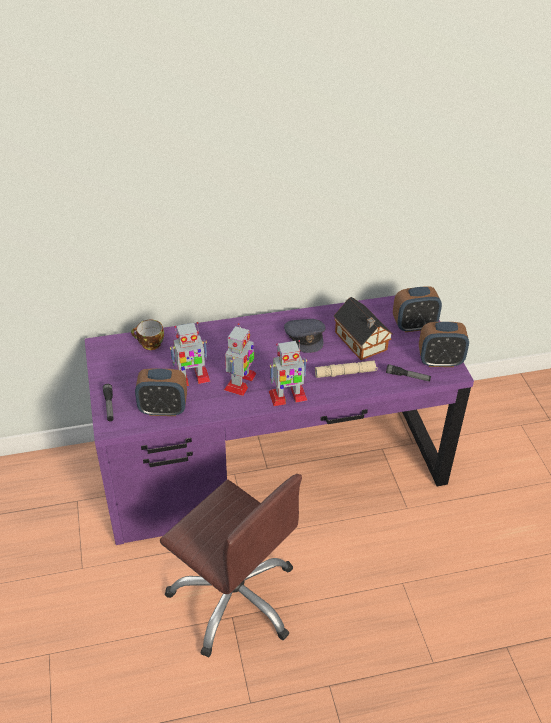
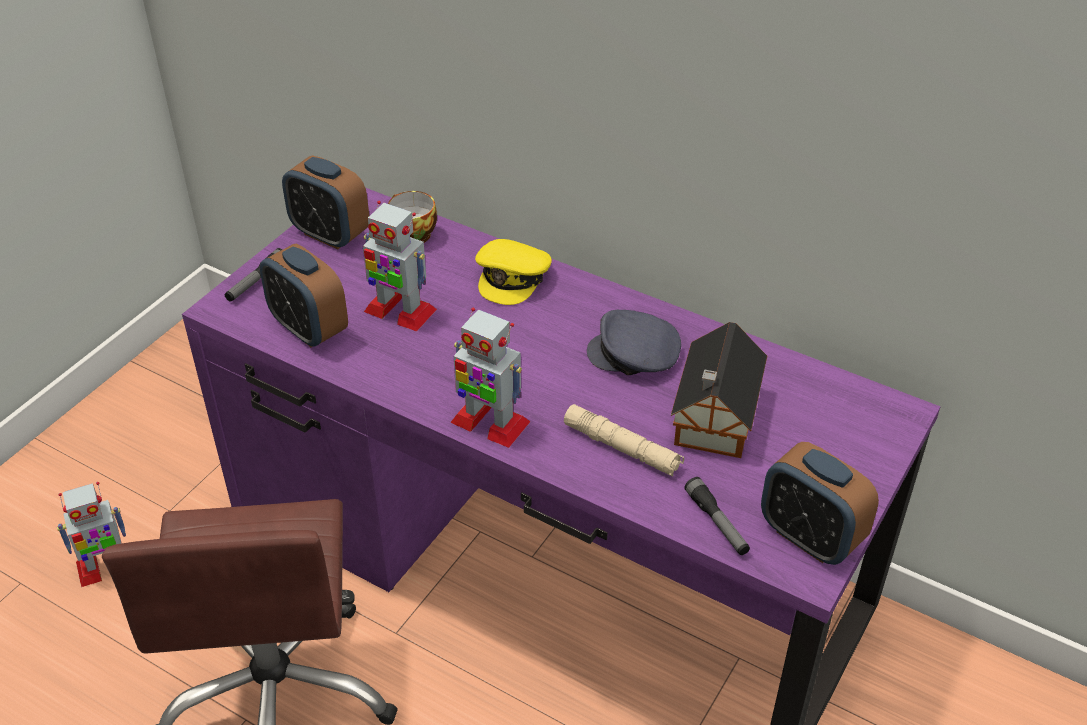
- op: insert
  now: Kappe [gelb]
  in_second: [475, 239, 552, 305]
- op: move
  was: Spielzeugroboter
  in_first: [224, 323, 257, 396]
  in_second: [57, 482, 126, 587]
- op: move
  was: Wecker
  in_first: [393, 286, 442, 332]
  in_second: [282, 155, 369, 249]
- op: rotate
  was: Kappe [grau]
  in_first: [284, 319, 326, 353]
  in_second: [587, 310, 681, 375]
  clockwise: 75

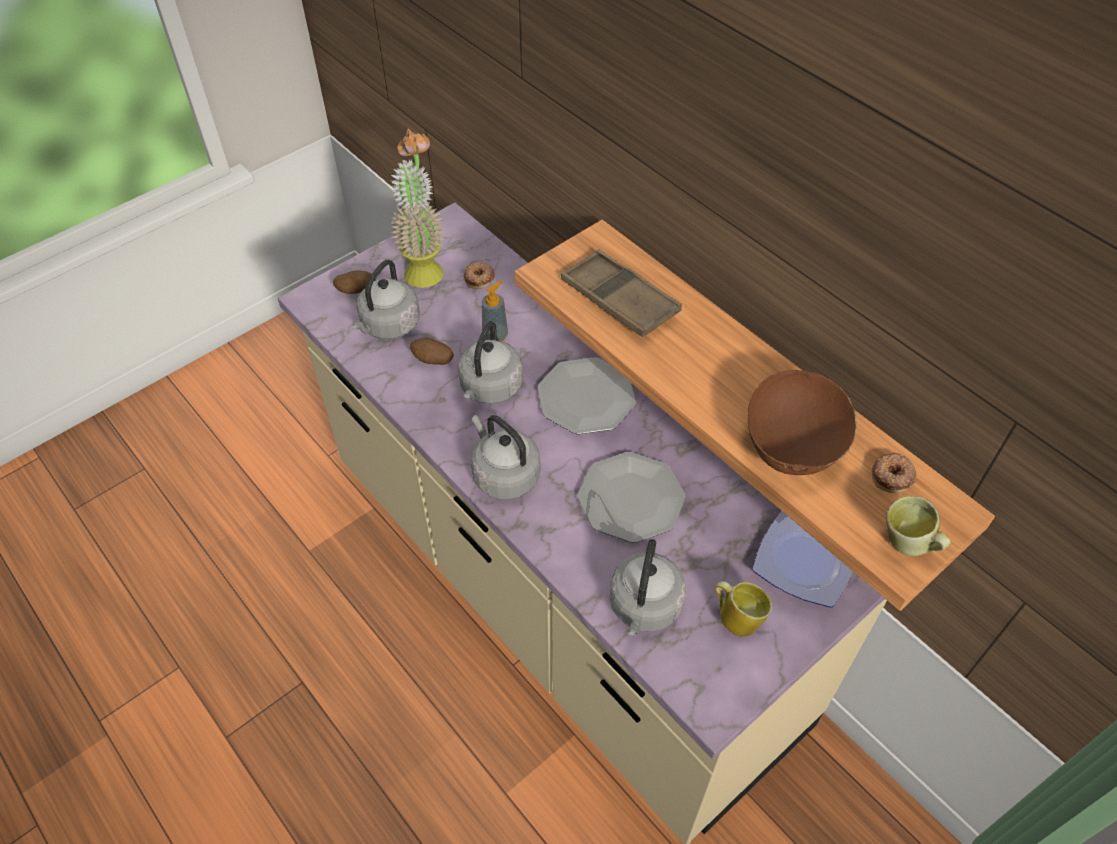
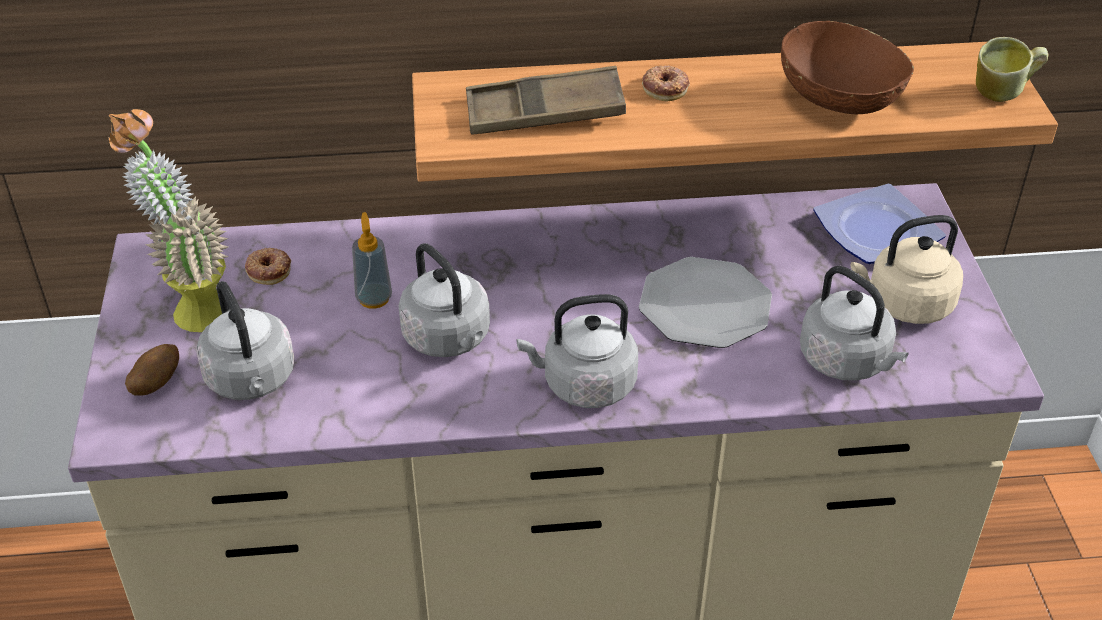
- op: delete
  was: Kartoffel
  in_first: [410, 338, 454, 365]
- op: delete
  was: Teller
  in_first: [537, 358, 636, 434]
- op: move
  was: Donut
  in_first: [872, 453, 916, 493]
  in_second: [642, 65, 690, 101]
- op: replace
  was: Henkelbecher
  now: Wasserkessel [beige]
  in_first: [715, 581, 772, 636]
  in_second: [851, 215, 963, 324]

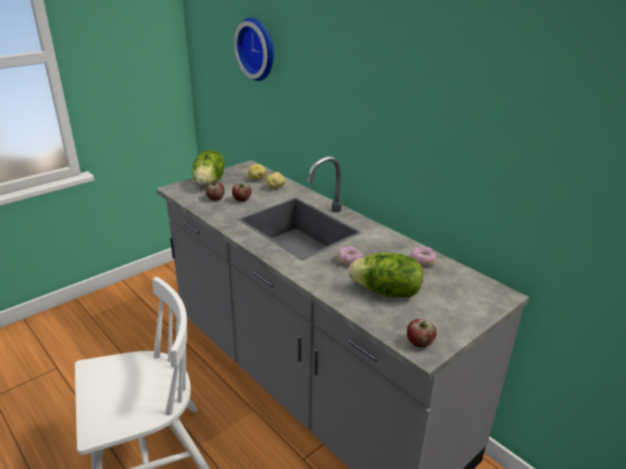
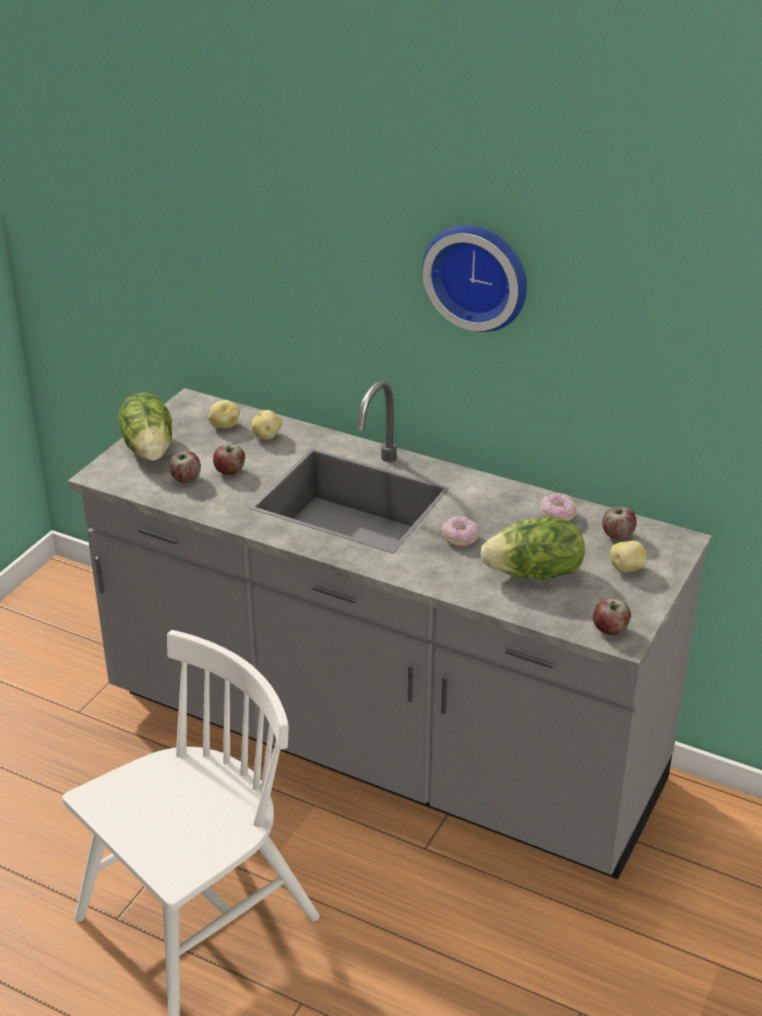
- op: insert
  now: Apfel
  in_second: [602, 507, 637, 540]
- op: insert
  now: Kartoffel
  in_second: [610, 540, 647, 572]
- op: move
  was: Wanduhr
  in_first: [234, 18, 274, 81]
  in_second: [422, 225, 527, 332]

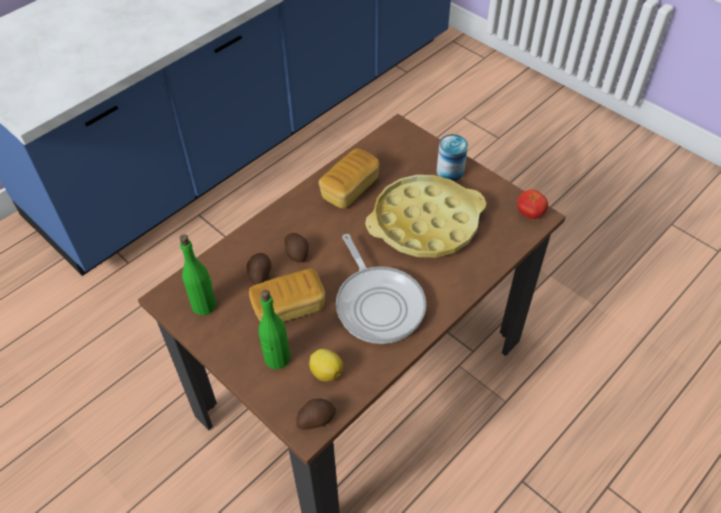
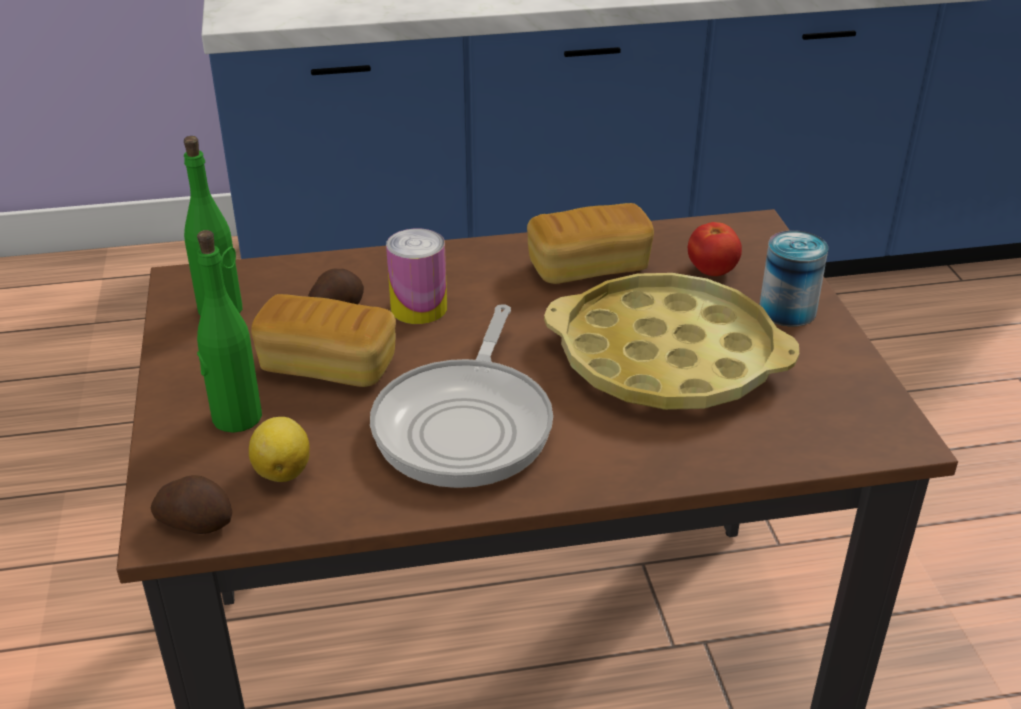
- op: move
  was: Tomate
  in_first: [517, 189, 548, 219]
  in_second: [688, 222, 742, 276]
- op: replace
  was: Kartoffel
  now: Dose
  in_first: [284, 233, 309, 263]
  in_second: [386, 228, 447, 324]

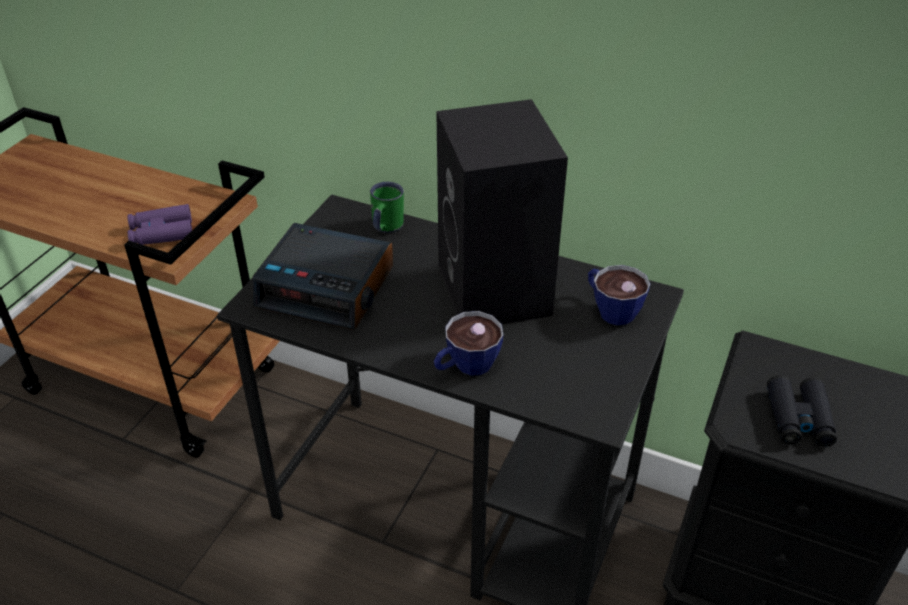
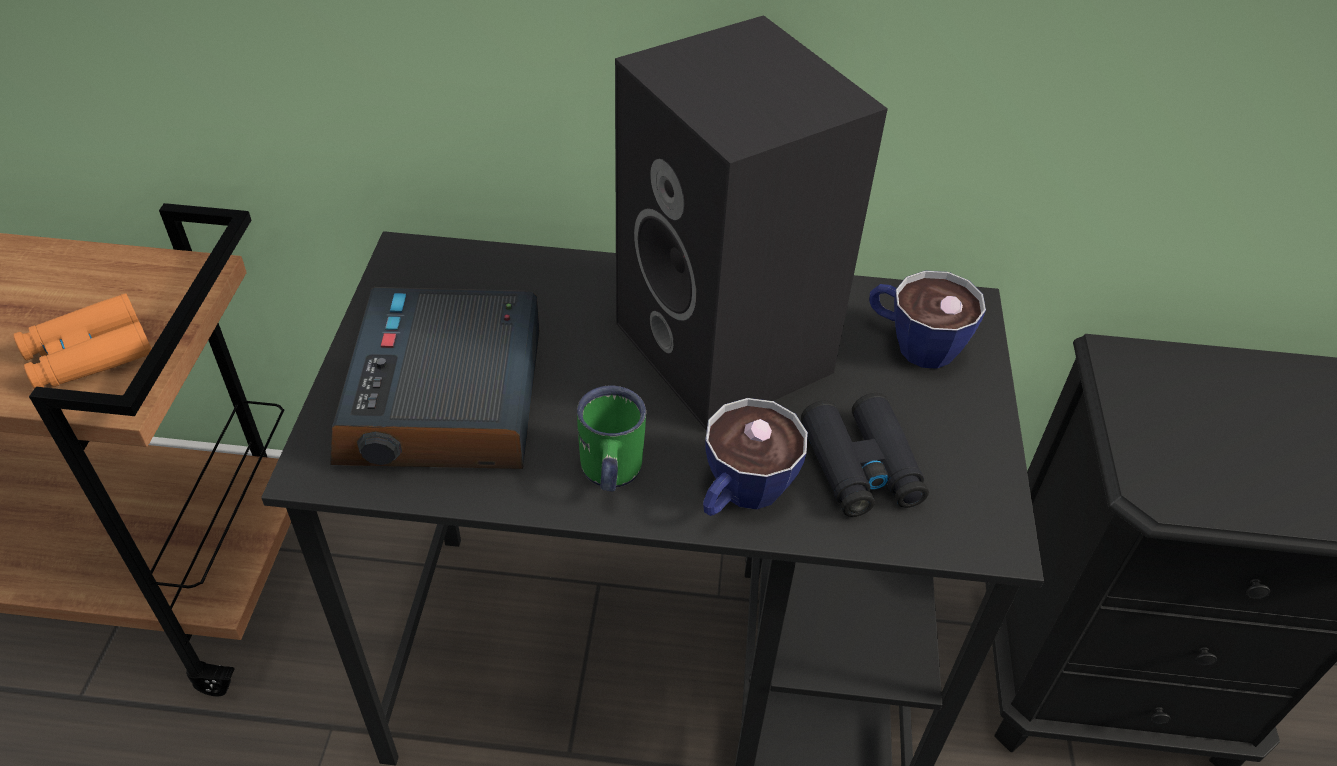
- op: move
  was: Henkelbecher [grün]
  in_first: [370, 182, 404, 233]
  in_second: [577, 386, 646, 491]
- op: move
  was: Fernglas [schwarz]
  in_first: [767, 375, 837, 447]
  in_second: [801, 393, 929, 517]
- op: recolor
  was: Fernglas [lila]
  now: Fernglas [orange]
  in_first: [127, 204, 192, 245]
  in_second: [13, 293, 151, 389]
- op: rotate
  was: Wecker
  in_first: [252, 223, 393, 330]
  in_second: [330, 287, 539, 469]
  clockwise: 90

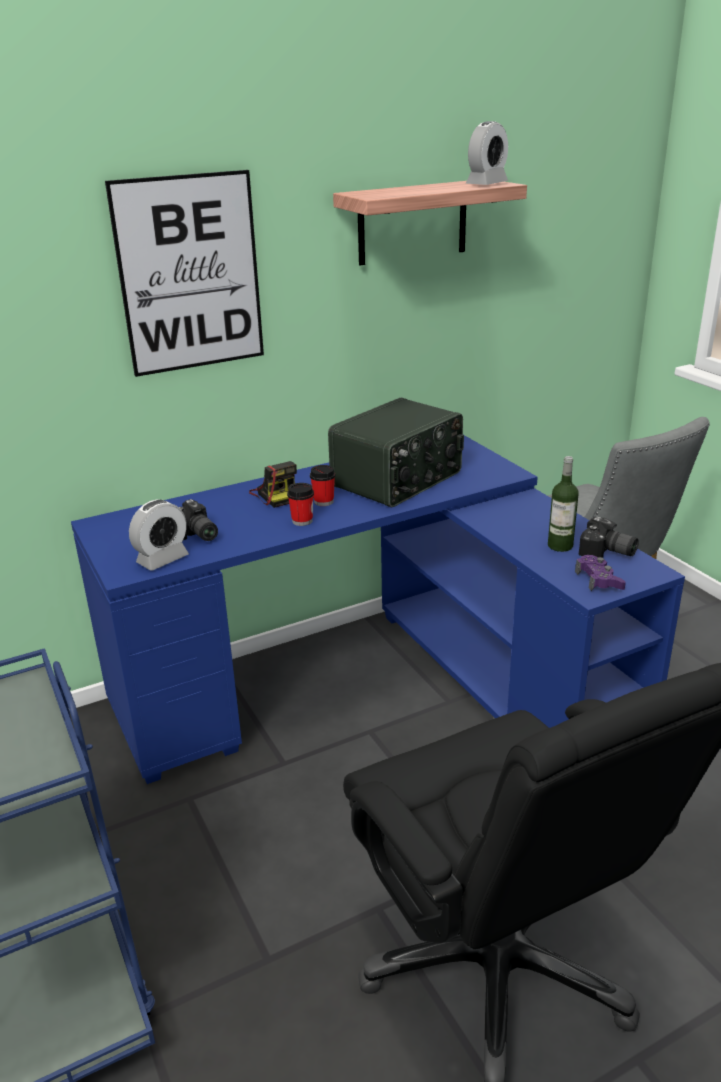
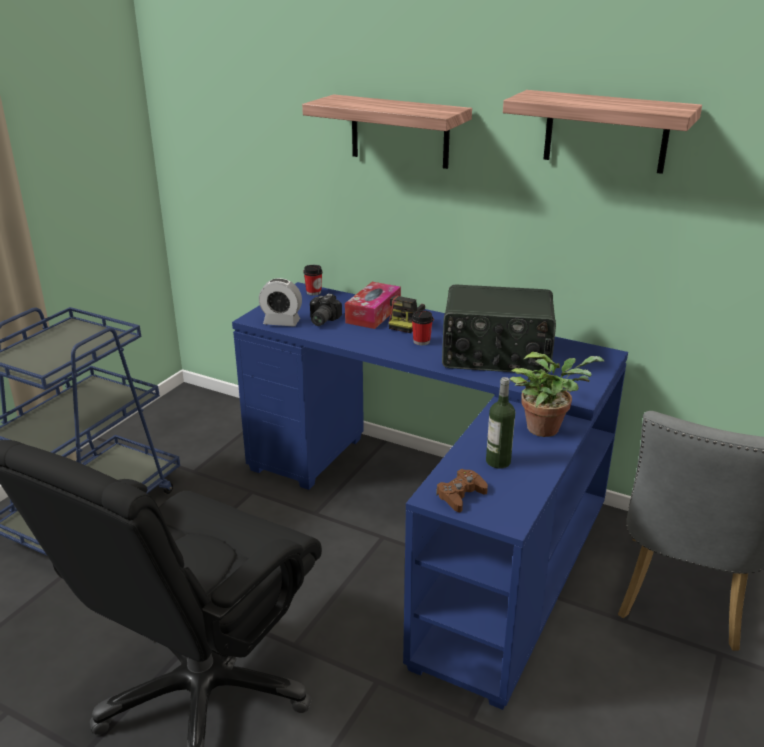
- op: delete
  was: Wecker
  in_first: [466, 121, 508, 185]
- op: delete
  was: Kamera
  in_first: [579, 517, 639, 558]
- op: insert
  now: Taschentuchbox
  in_second: [345, 282, 401, 329]
- op: insert
  now: Topfpflanze
  in_second: [509, 352, 605, 437]
- op: move
  was: Tasse
  in_first: [287, 483, 314, 526]
  in_second: [303, 265, 323, 296]
- op: replace
  was: Bild
  now: Wandregal
  in_first: [105, 170, 264, 377]
  in_second: [302, 94, 472, 169]
- op: recolor
  was: Gamepad [lila]
  now: Gamepad [braun]
  in_first: [575, 555, 626, 591]
  in_second: [436, 469, 488, 512]

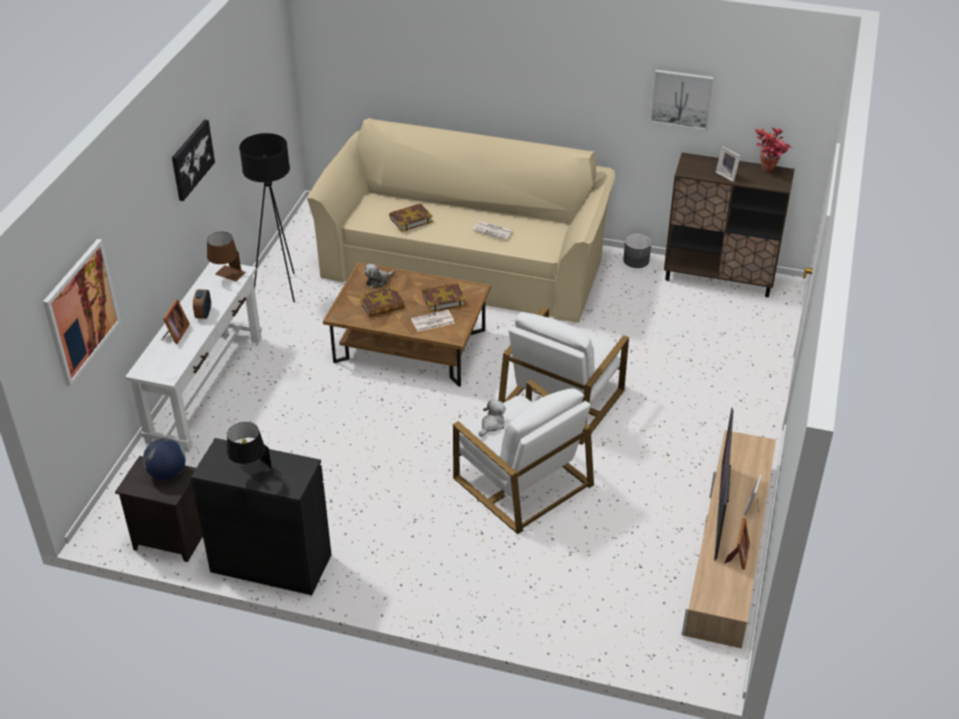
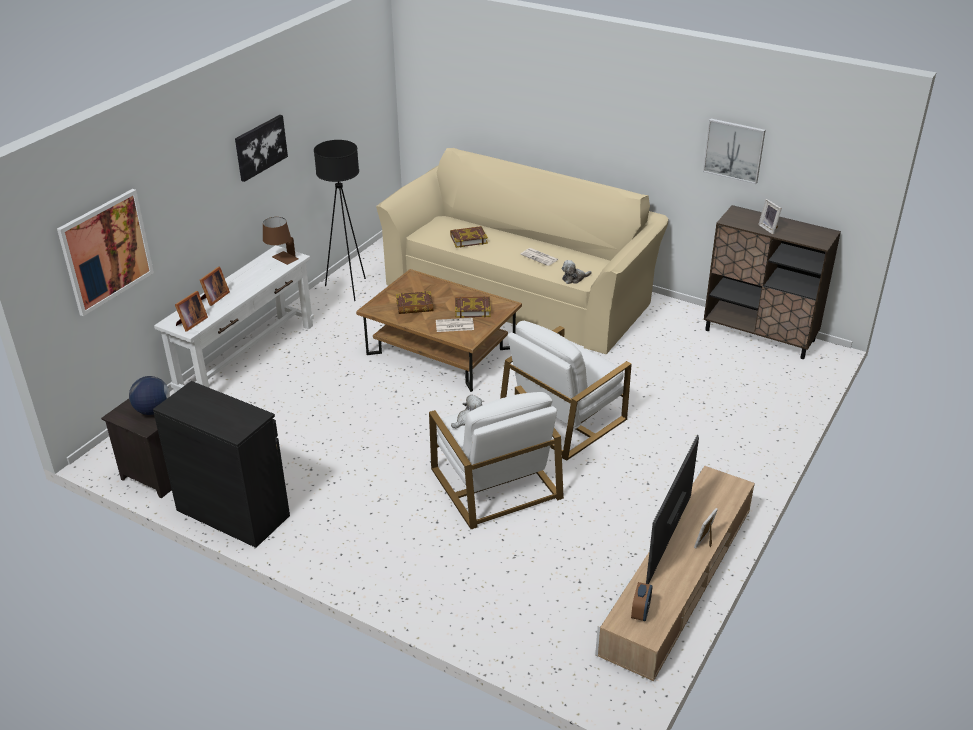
- op: delete
  was: Tischlampe [schwarz]
  in_first: [227, 422, 276, 483]
- op: delete
  was: Pflanzkübel [grau]
  in_first: [623, 234, 651, 268]
- op: delete
  was: Topfpflanze
  in_first: [755, 128, 793, 172]
- op: move
  was: Wecker
  in_first: [193, 289, 211, 319]
  in_second: [631, 582, 653, 621]
- op: move
  was: Plüschtier
  in_first: [365, 264, 395, 289]
  in_second: [562, 260, 592, 284]
- op: move
  was: Bilderrahmen
  in_first: [725, 518, 750, 569]
  in_second: [175, 291, 208, 331]

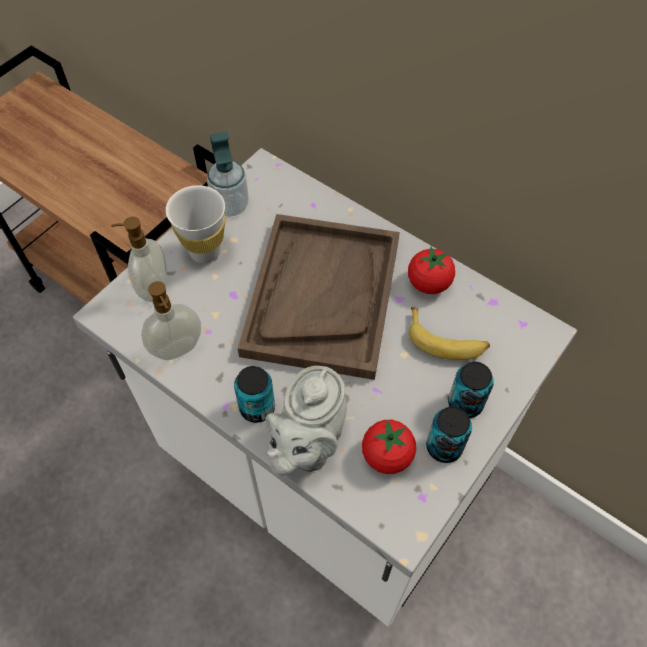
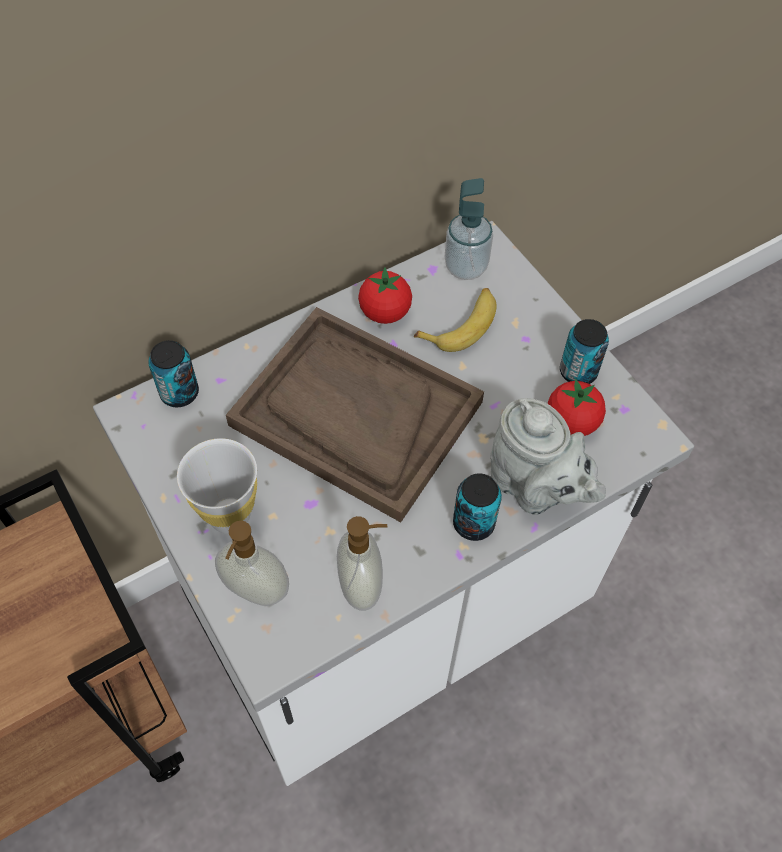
- op: move
  was: Seifenspender
  in_first: [207, 131, 249, 216]
  in_second: [445, 178, 493, 280]
- op: move
  was: Dose
  in_first: [448, 362, 494, 418]
  in_second: [148, 340, 199, 407]

